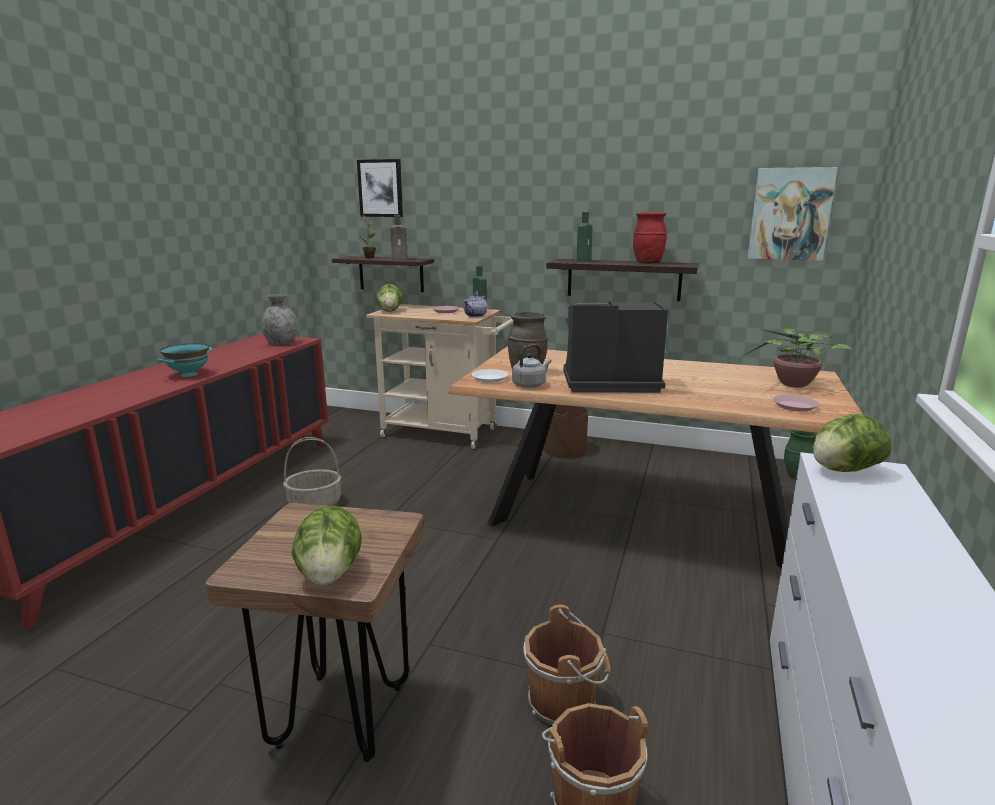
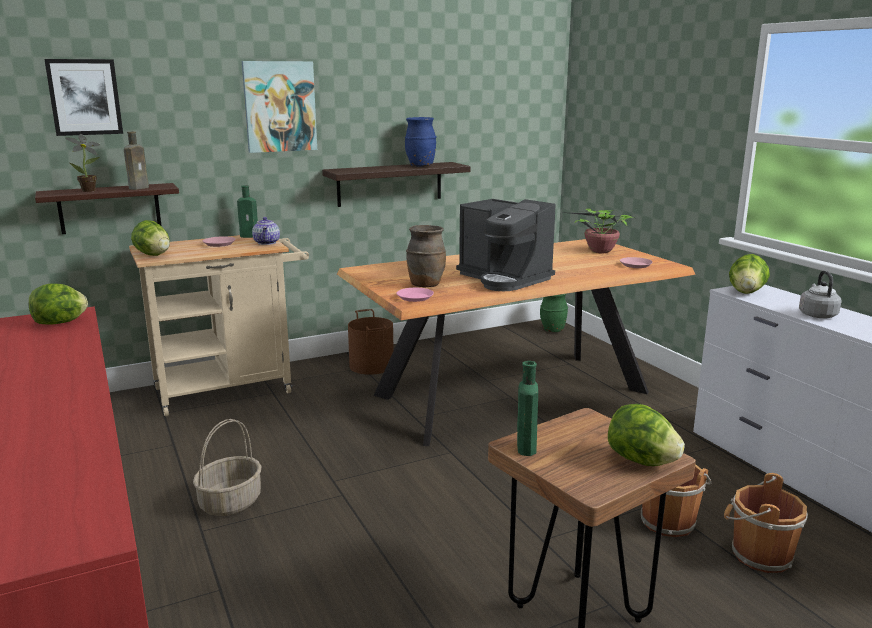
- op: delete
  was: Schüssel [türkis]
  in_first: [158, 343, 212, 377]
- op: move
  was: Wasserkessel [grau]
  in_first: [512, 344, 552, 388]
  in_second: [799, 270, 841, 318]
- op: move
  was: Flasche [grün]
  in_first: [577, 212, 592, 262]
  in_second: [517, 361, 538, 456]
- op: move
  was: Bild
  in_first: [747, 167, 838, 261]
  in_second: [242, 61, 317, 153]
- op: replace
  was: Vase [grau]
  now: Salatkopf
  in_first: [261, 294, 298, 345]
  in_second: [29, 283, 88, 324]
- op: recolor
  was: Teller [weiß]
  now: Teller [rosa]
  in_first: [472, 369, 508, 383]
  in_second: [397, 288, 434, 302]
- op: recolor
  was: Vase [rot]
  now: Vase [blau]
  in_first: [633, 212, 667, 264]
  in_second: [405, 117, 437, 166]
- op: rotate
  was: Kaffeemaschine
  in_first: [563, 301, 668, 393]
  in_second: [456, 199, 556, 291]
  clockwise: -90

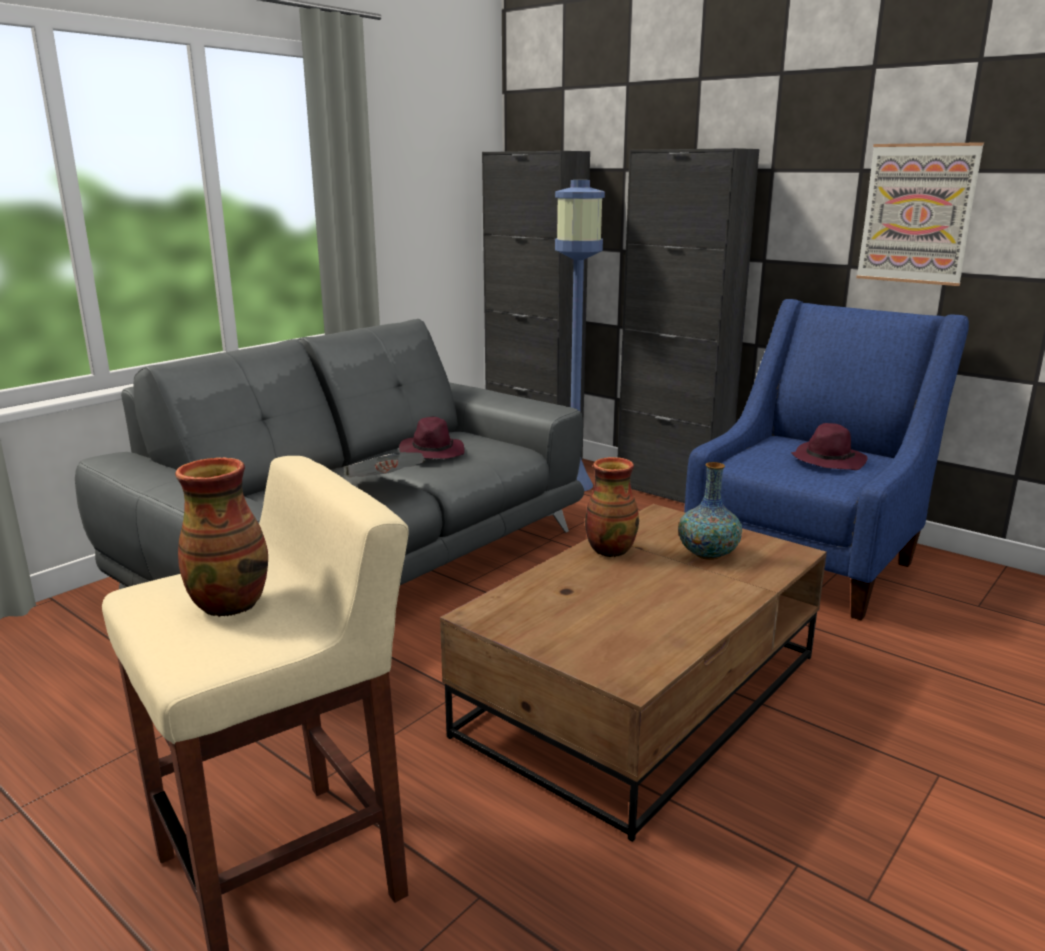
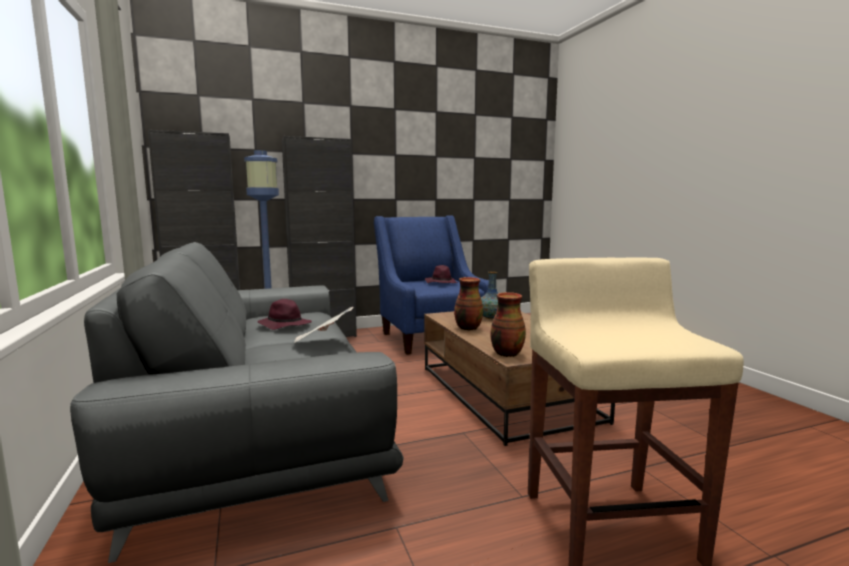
- op: delete
  was: Bild
  in_first: [856, 142, 984, 286]
- op: move
  was: Vase
  in_first: [175, 457, 268, 617]
  in_second: [490, 292, 526, 357]

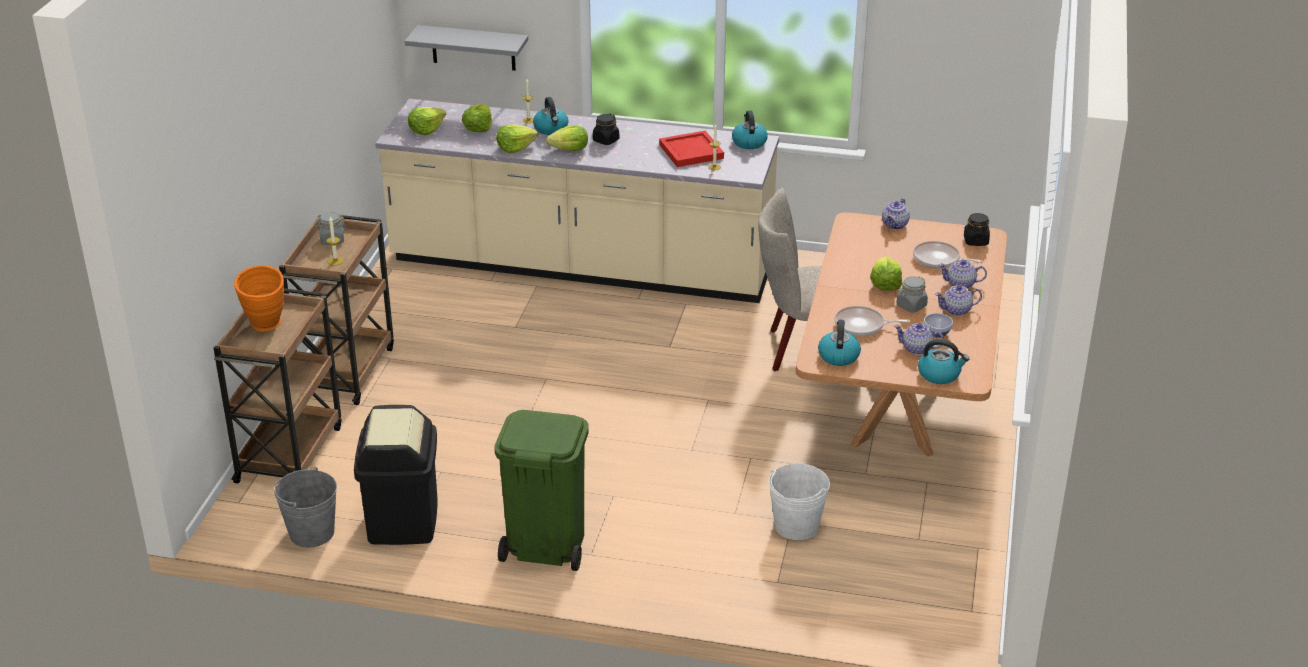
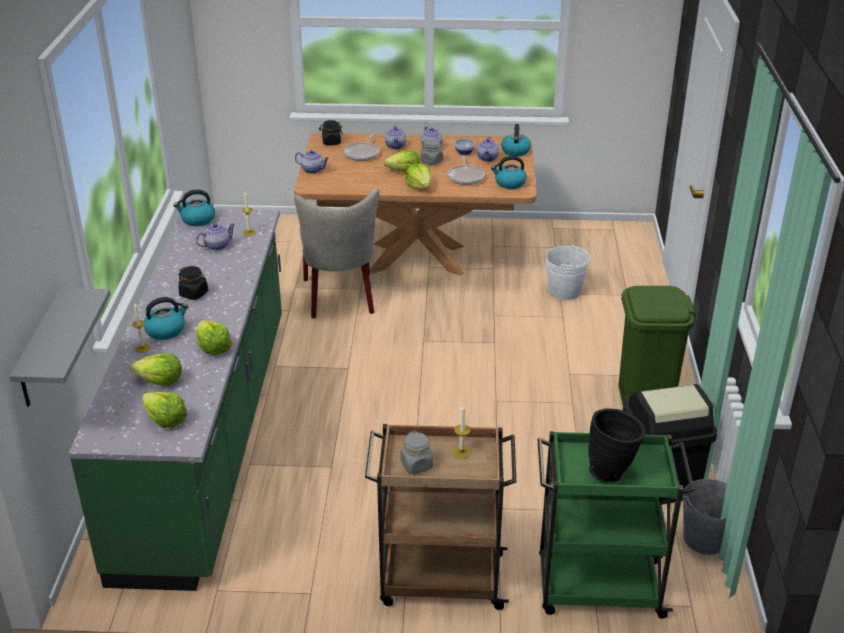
- op: move
  was: Salatkopf
  in_first: [546, 125, 588, 151]
  in_second: [405, 163, 431, 189]
- op: replace
  was: Tablett [rot]
  now: Teekanne
  in_first: [659, 131, 724, 167]
  in_second: [196, 223, 235, 251]
- op: recolor
  was: Rollwagen [braun]
  now: Rollwagen [grün]
  in_first: [213, 288, 342, 483]
  in_second: [537, 431, 694, 619]
- op: recolor
  was: Vase [orange]
  now: Vase [schwarz]
  in_first: [234, 265, 284, 332]
  in_second: [588, 408, 646, 482]
- op: recolor
  was: Küchenzeile [beige]
  now: Küchenzeile [grün]
  in_first: [375, 99, 779, 303]
  in_second: [69, 208, 282, 591]

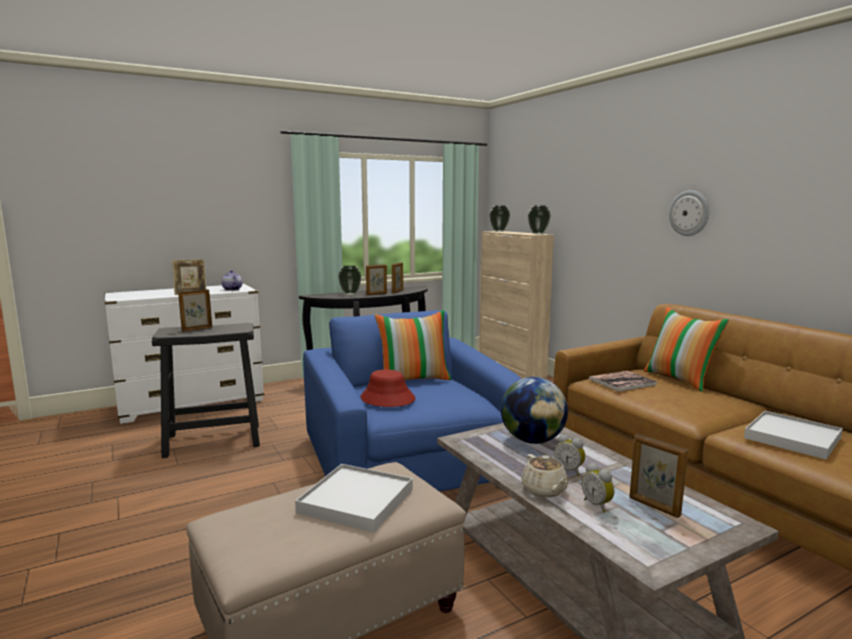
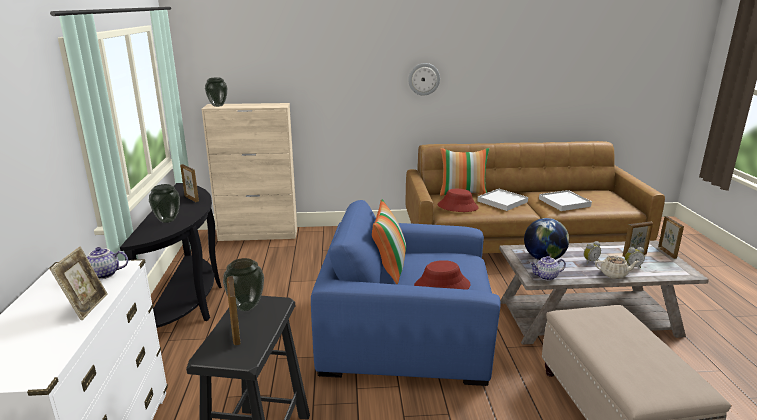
- op: insert
  now: Teekanne
  in_second: [530, 256, 566, 281]
- op: move
  was: Tablett [weiß]
  in_first: [295, 464, 413, 533]
  in_second: [477, 189, 528, 211]
- op: move
  was: Bilderrahmen
  in_first: [366, 264, 387, 295]
  in_second: [658, 216, 684, 259]
- op: move
  was: Vase
  in_first: [528, 206, 551, 234]
  in_second: [223, 258, 264, 311]
- op: replace
  was: Buch
  now: Hut [rot]
  in_first: [589, 371, 657, 392]
  in_second: [438, 189, 479, 212]

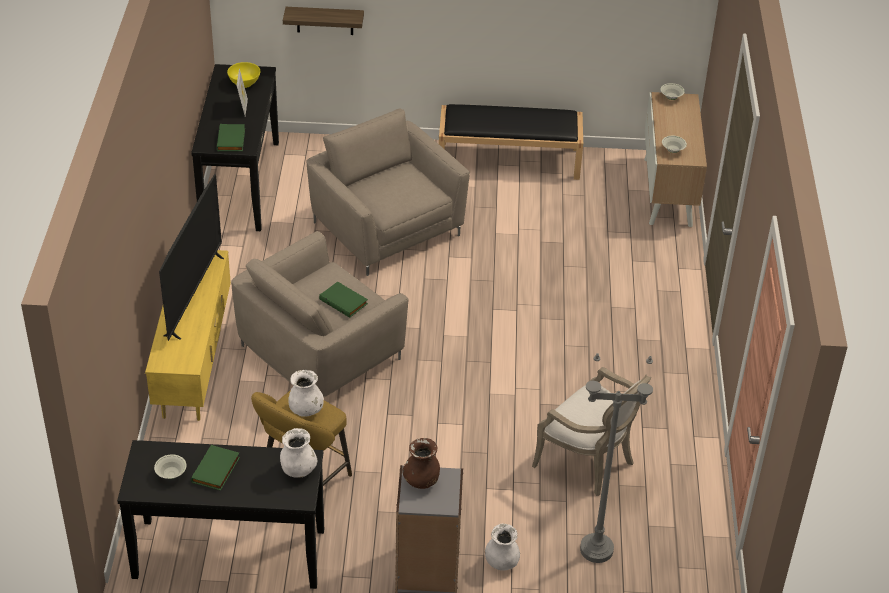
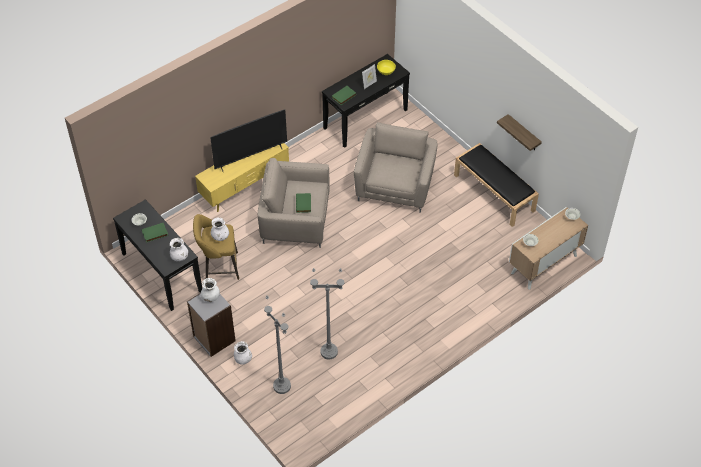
- op: move
  was: Wandregal
  in_first: [283, 7, 364, 35]
  in_second: [497, 114, 542, 151]
- op: replace
  was: Sessel
  now: Stehlampe [grau]
  in_first: [532, 367, 651, 496]
  in_second: [310, 268, 345, 360]
- op: recolor
  was: Vase [braun]
  now: Vase [weiß]
  in_first: [402, 438, 440, 489]
  in_second: [201, 278, 220, 302]

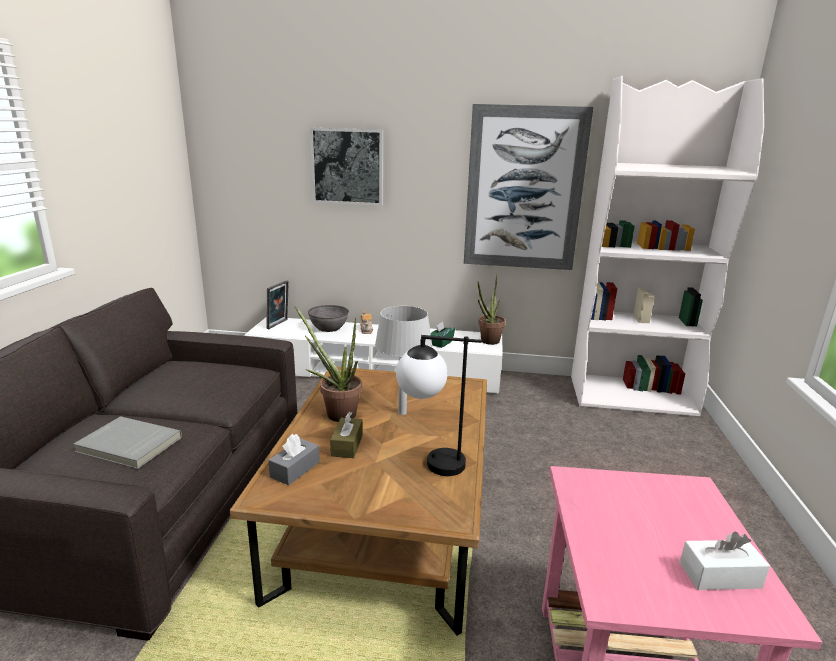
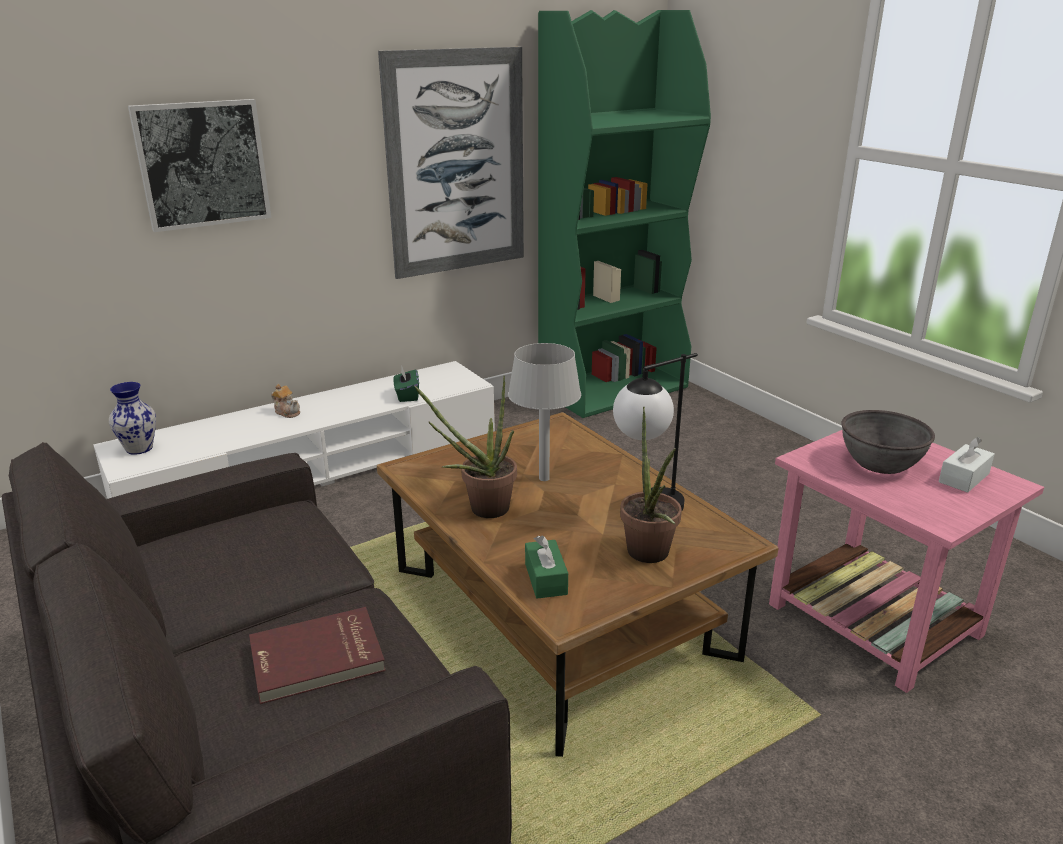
- op: delete
  was: Taschentuchbox [braun]
  in_first: [330, 412, 363, 458]
- op: move
  was: Schüssel [grau]
  in_first: [308, 305, 349, 332]
  in_second: [841, 410, 935, 474]
- op: move
  was: Topfpflanze
  in_first: [478, 274, 506, 345]
  in_second: [620, 407, 682, 563]
- op: replace
  was: Bilderrahmen
  now: Vase
  in_first: [266, 280, 289, 329]
  in_second: [109, 382, 156, 455]
- op: recolor
  was: Buch [grau]
  now: Buch [rot]
  in_first: [73, 416, 182, 469]
  in_second: [249, 607, 386, 704]
- op: recolor
  was: Taschentuchbox [grau]
  now: Taschentuchbox [grün]
  in_first: [268, 434, 320, 485]
  in_second: [525, 535, 568, 599]
- op: recolor
  was: Bücherregal [weiß]
  now: Bücherregal [grün]
  in_first: [571, 76, 764, 417]
  in_second: [538, 10, 711, 418]

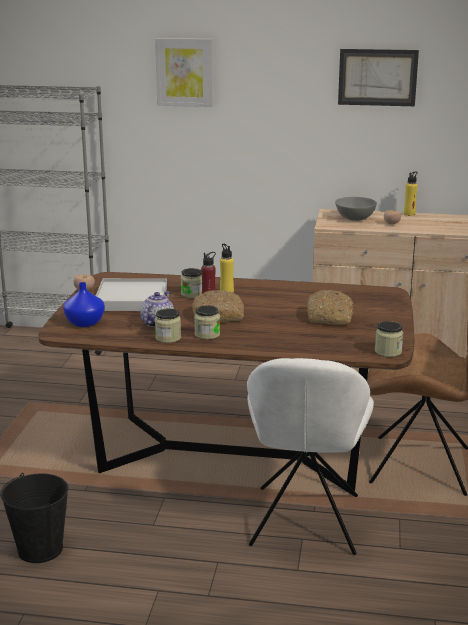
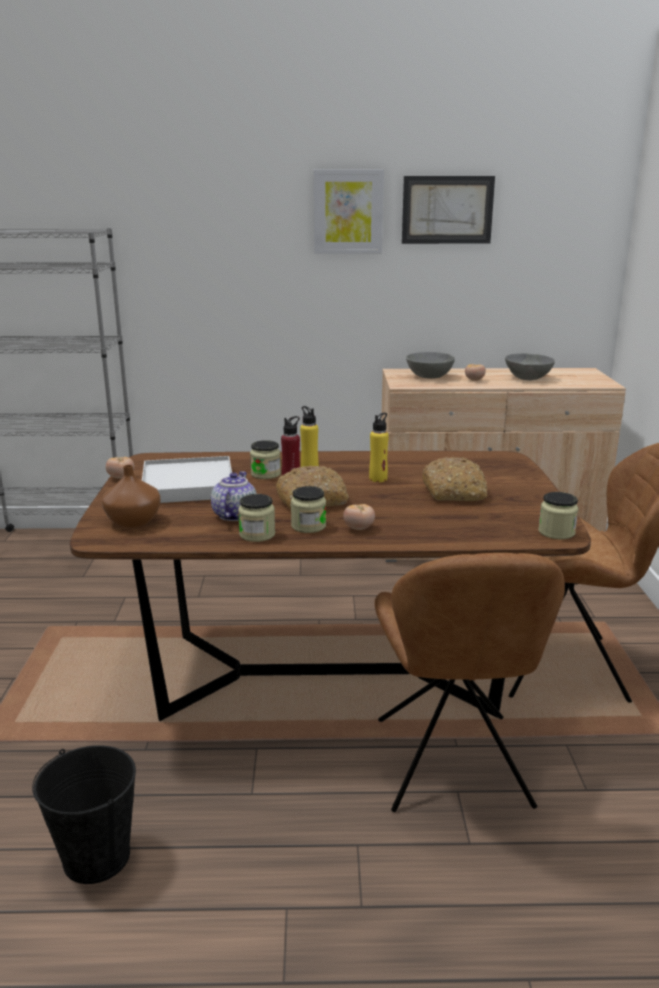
- op: insert
  now: Tomate
  in_second: [343, 504, 375, 530]
- op: insert
  now: Schüssel [grau]
  in_second: [505, 353, 555, 380]
- op: move
  was: Bild
  in_first: [155, 38, 213, 107]
  in_second: [314, 169, 384, 254]
- op: move
  was: Flasche [gelb]
  in_first: [404, 171, 418, 216]
  in_second: [369, 412, 389, 482]
- op: recolor
  was: Vase [blau]
  now: Vase [braun]
  in_first: [63, 282, 105, 327]
  in_second: [102, 465, 161, 528]
- op: recolor
  was: Stuhl [weiß]
  now: Stuhl [braun]
  in_first: [247, 358, 374, 555]
  in_second: [375, 553, 565, 812]

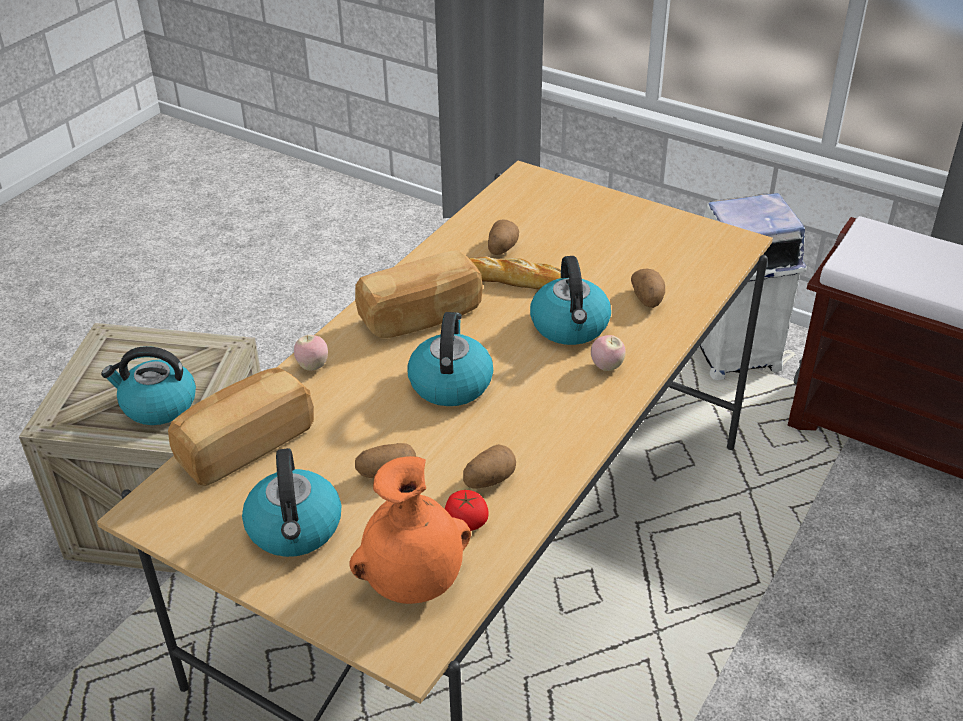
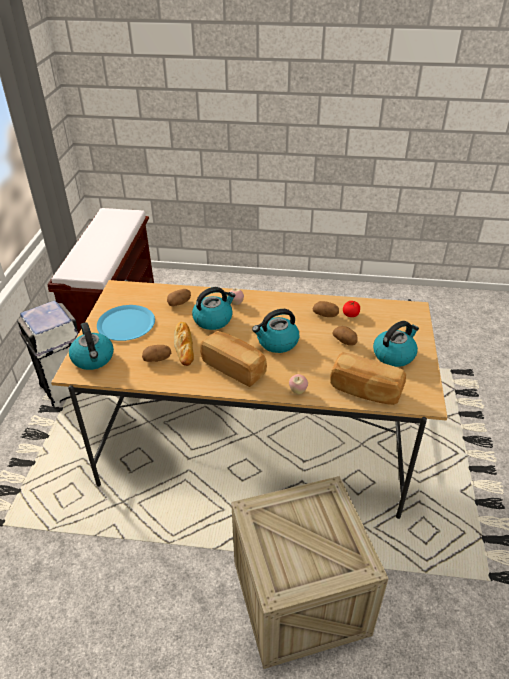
- op: delete
  was: Vase [orange]
  in_first: [349, 456, 471, 604]
- op: insert
  now: Teller [blau]
  in_second: [97, 305, 155, 341]
- op: move
  was: Wasserkessel
  in_first: [101, 346, 196, 425]
  in_second: [69, 322, 114, 370]

